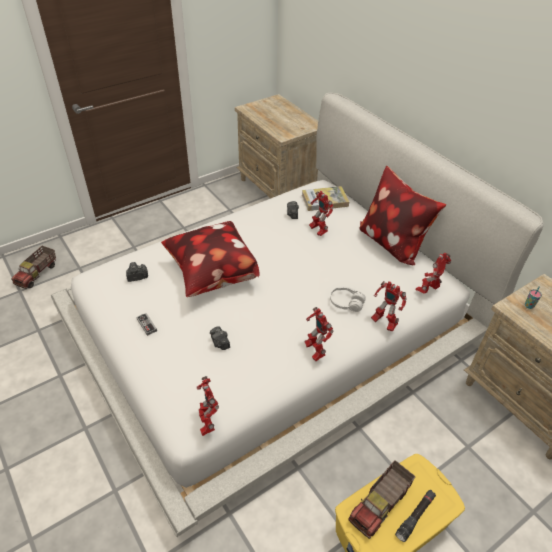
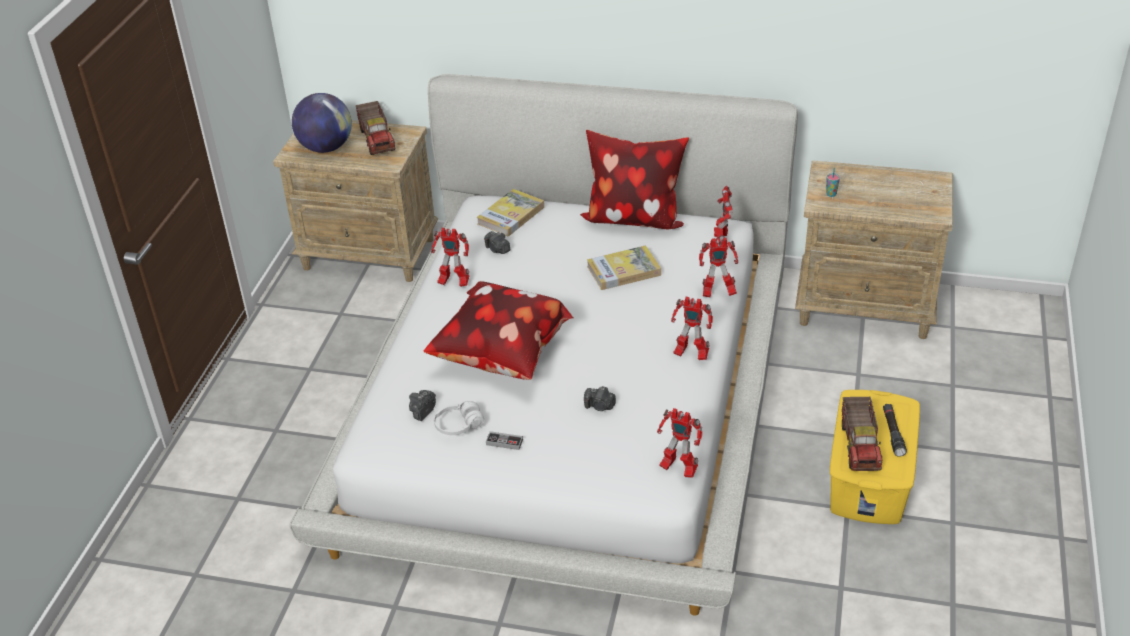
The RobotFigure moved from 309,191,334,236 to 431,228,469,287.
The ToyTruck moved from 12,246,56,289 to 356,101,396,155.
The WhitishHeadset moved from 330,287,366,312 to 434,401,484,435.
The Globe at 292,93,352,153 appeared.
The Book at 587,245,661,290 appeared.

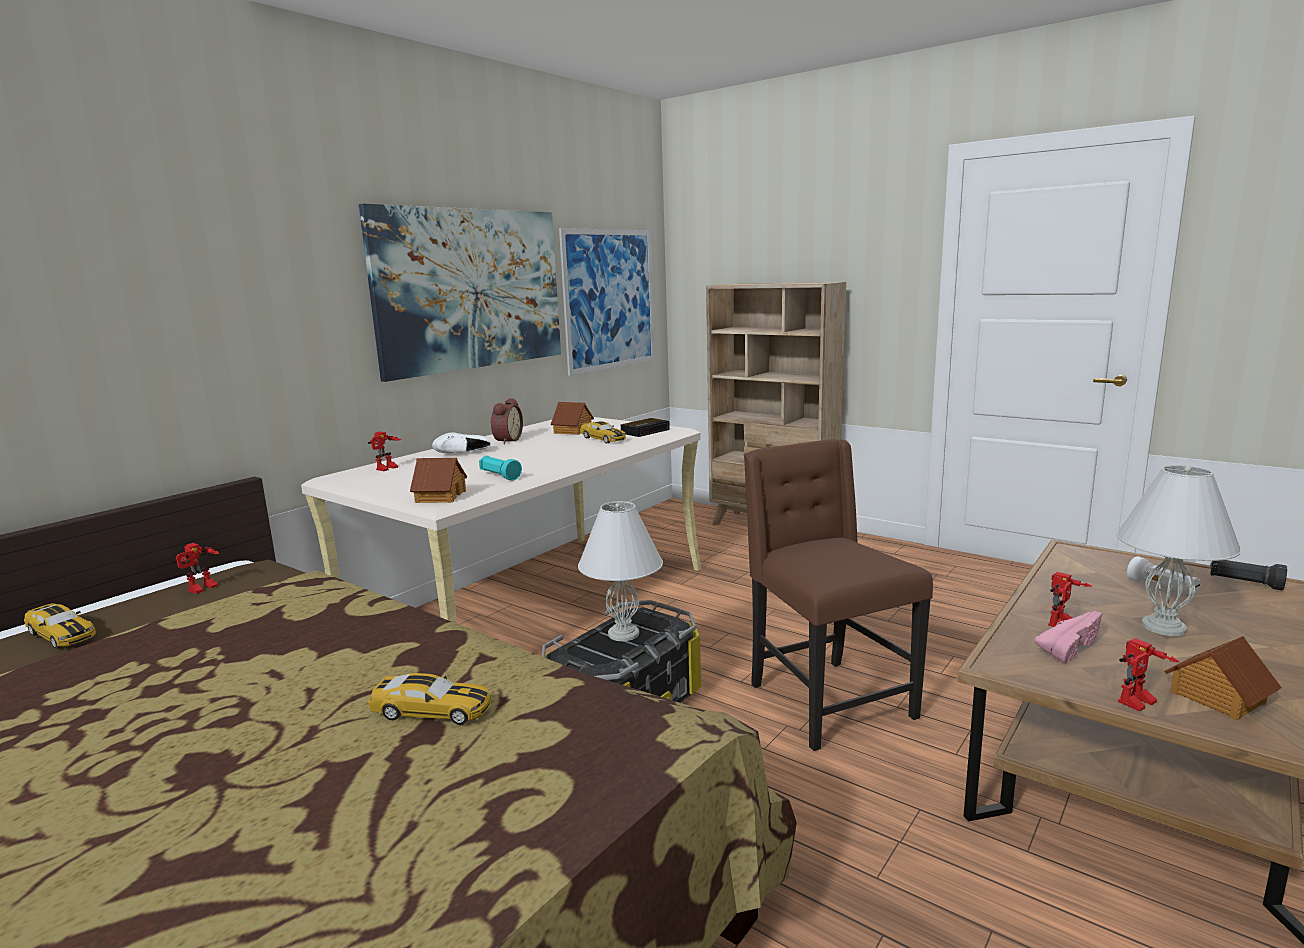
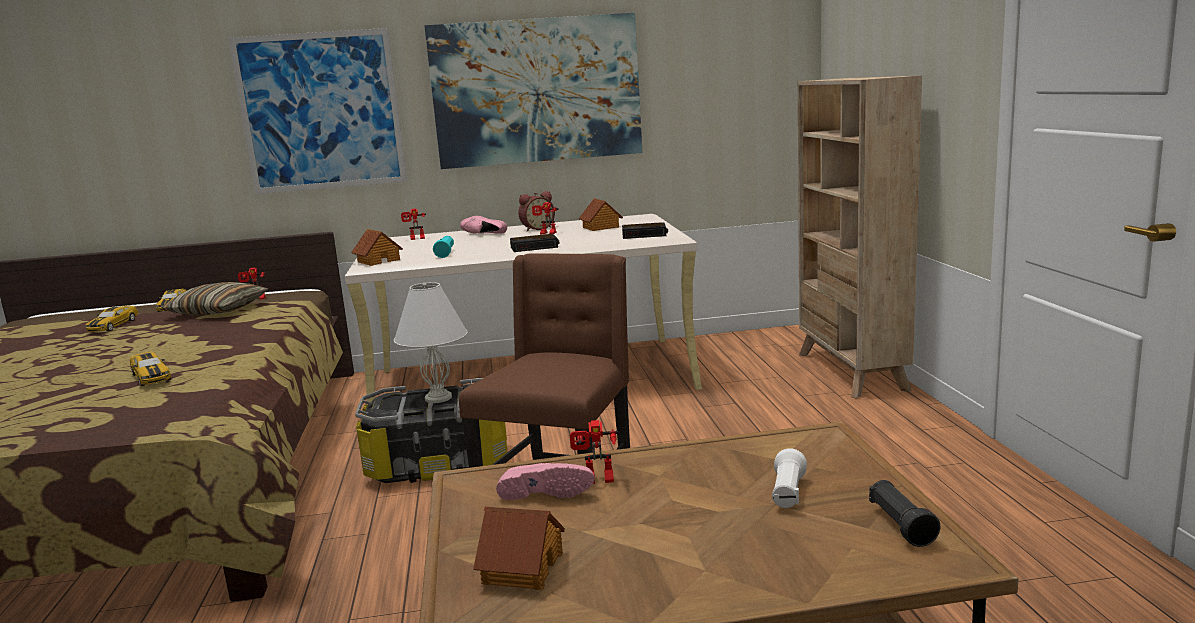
The Picture moved from 559,228,655,376 to 229,28,407,194.
The ModelCar moved from 580,421,626,444 to 86,305,139,332.
The WhitishShoe at 432,432,491,454 became the PinkColouredShoe at 460,216,507,234.
The WhitishTabletopLamp at 1117,465,1242,636 disappeared.
The RobotFigure moved from 1118,638,1180,712 to 532,202,558,234.
The AlarmClock at 510,234,559,252 appeared.
The Pillow at 161,282,269,315 appeared.

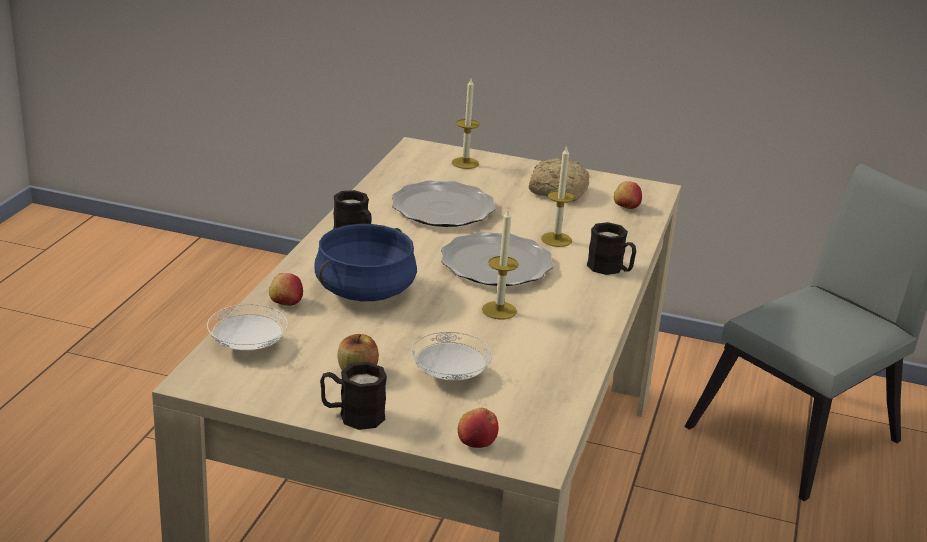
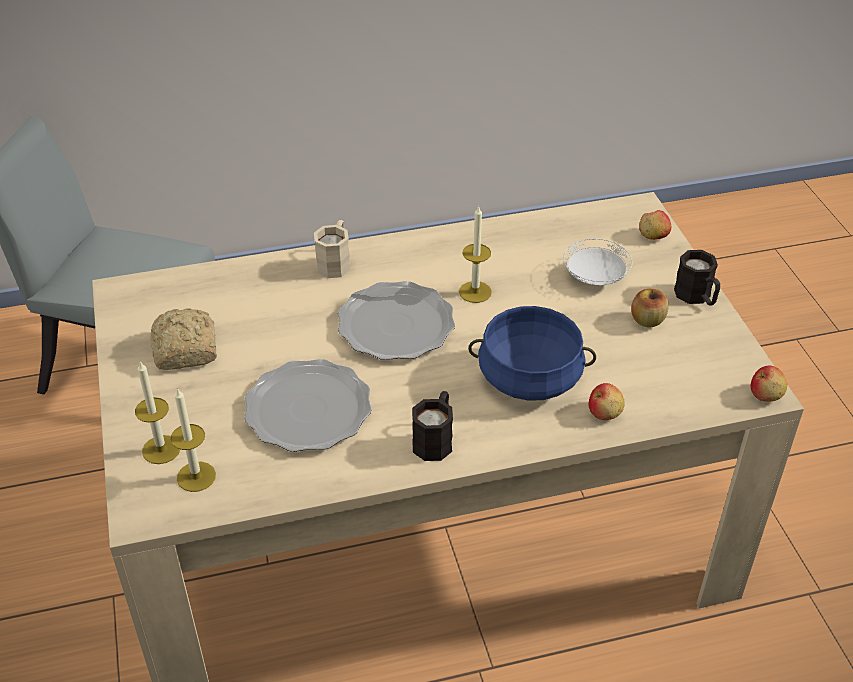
The WaxLight moved from 541,146,575,247 to 171,388,216,492.
The AppleFruit moved from 614,181,642,209 to 750,366,787,402.
The BlackMug at 587,222,636,275 became the BeigeColouredMug at 314,220,350,278.
The WhitishFlatDish at 207,304,288,351 disappeared.

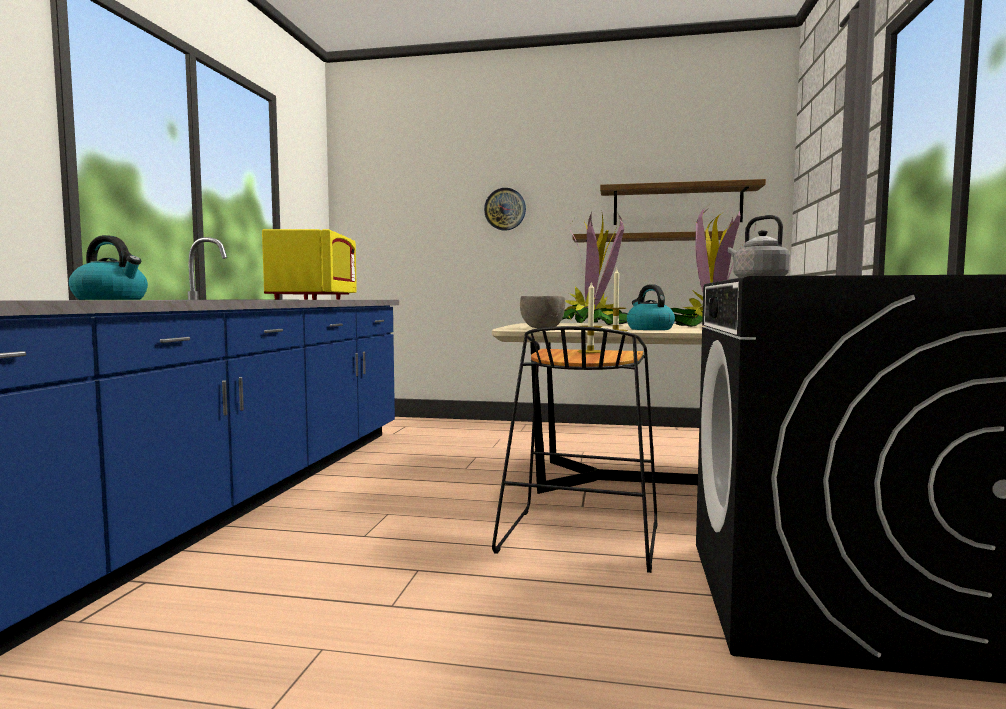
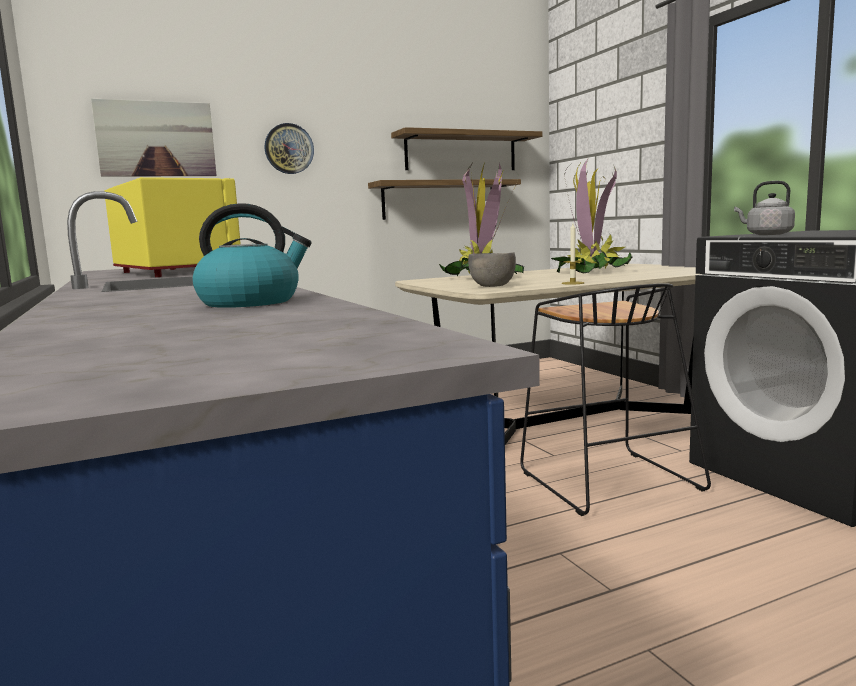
The WaxLight at 577,281,602,353 disappeared.
The WaterKettle at 627,284,675,330 disappeared.
The Picture at 91,98,217,177 appeared.

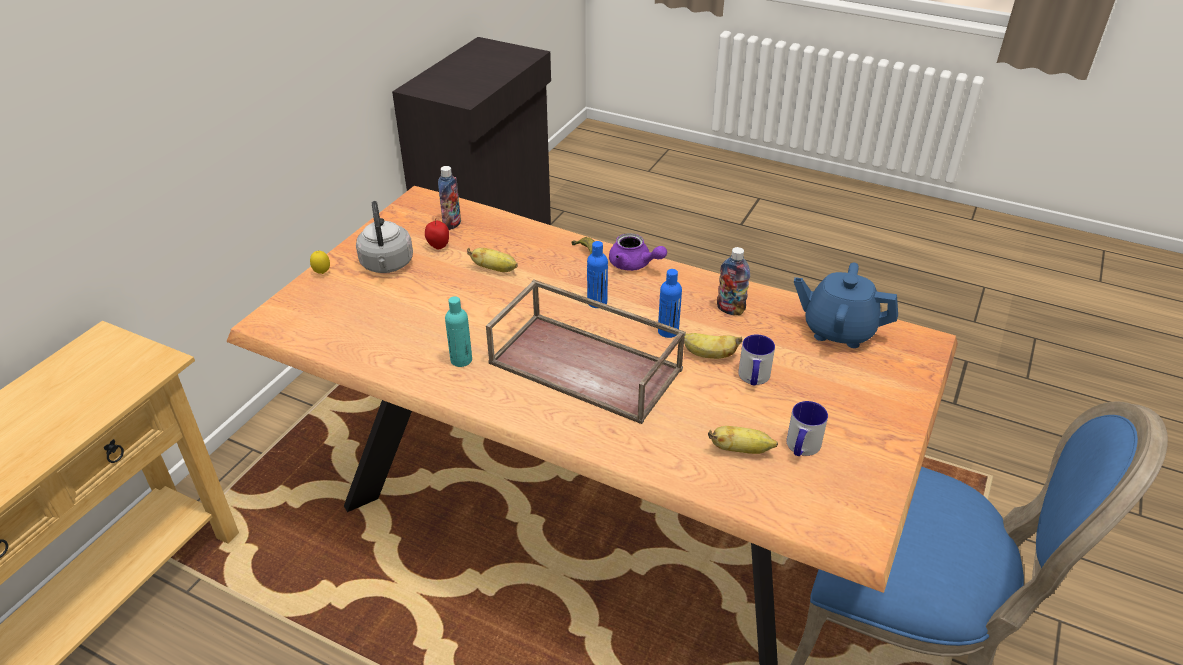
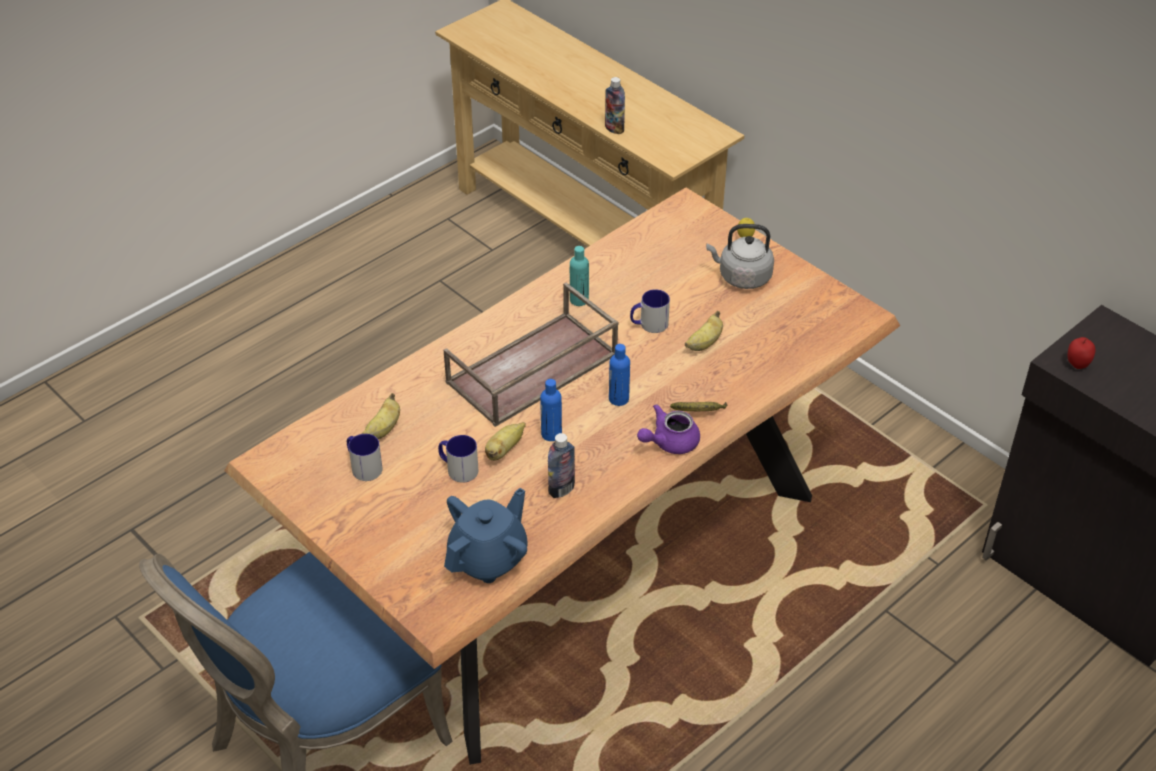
The BeverageBottle moved from 438,166,461,230 to 605,77,625,134.
The AppleFruit moved from 425,218,449,250 to 1068,337,1095,369.
The Mug at 630,289,670,333 appeared.

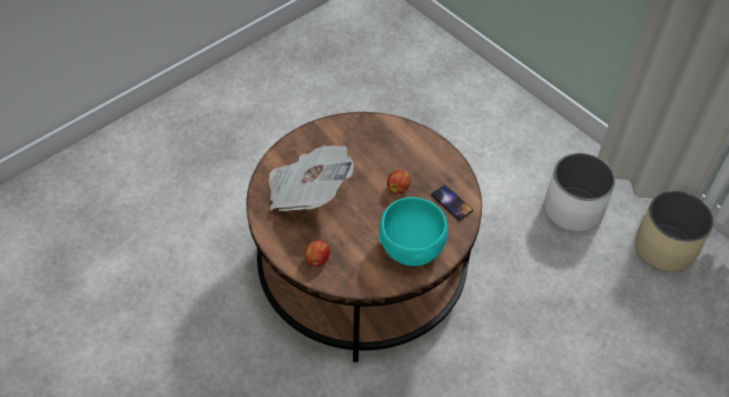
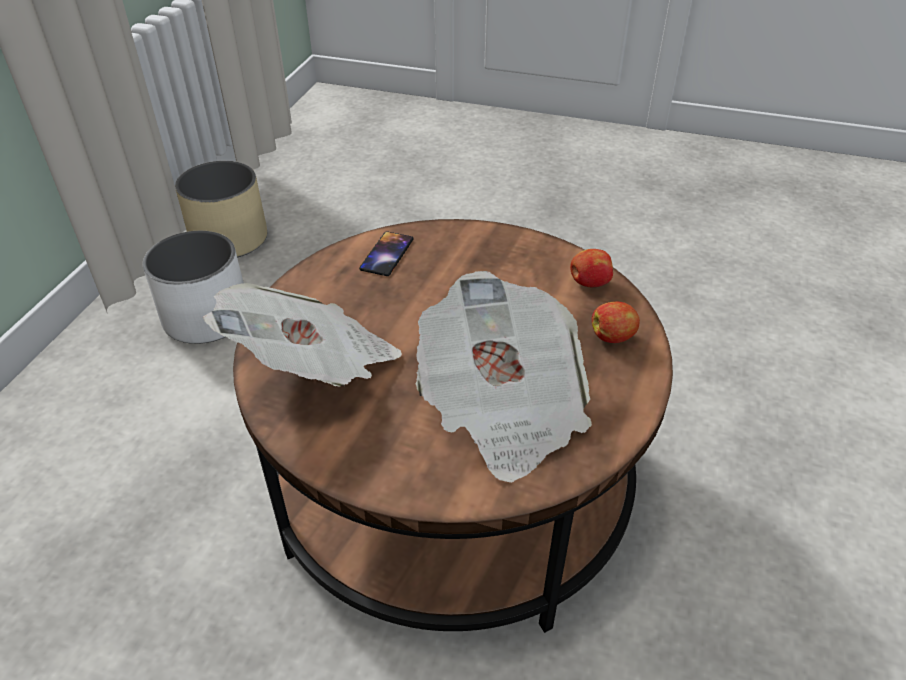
The AppleFruit moved from 387,170,410,194 to 570,249,613,287.
The TurquoiseBowl at 378,197,448,266 disappeared.
The PrintedPaper at 203,283,402,386 appeared.

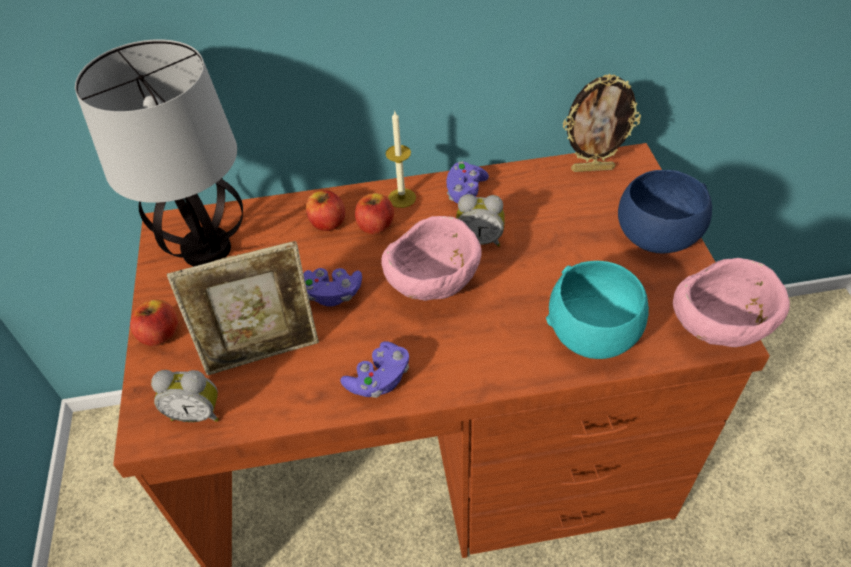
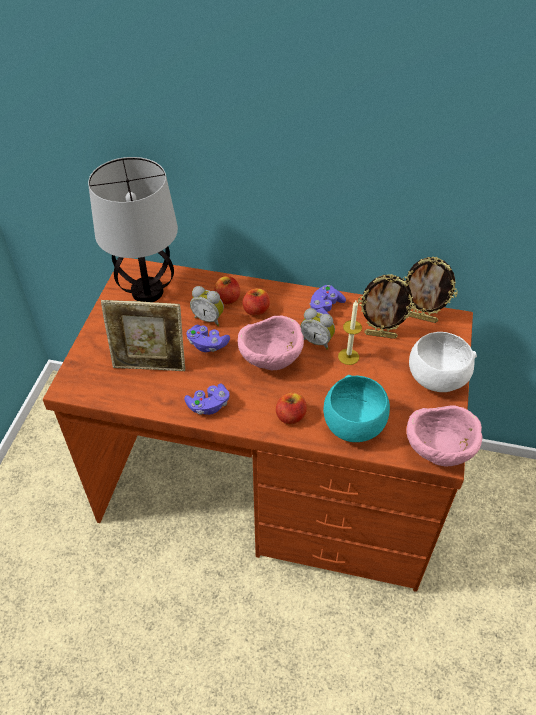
The WaxLight moved from 386,111,416,208 to 338,300,362,365.
The BlueColouredBowl at 618,170,712,254 became the WhitishBowl at 409,332,477,392.
The AppleFruit moved from 130,299,178,346 to 276,393,307,424.
The AlarmClock moved from 151,370,219,422 to 190,286,224,326.
The StandingFrame at 358,274,416,339 appeared.

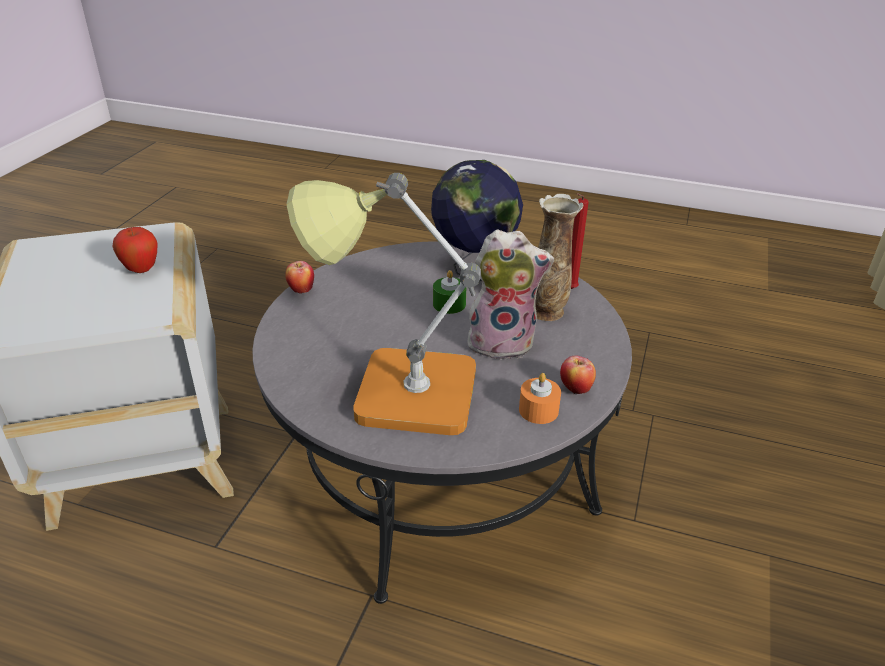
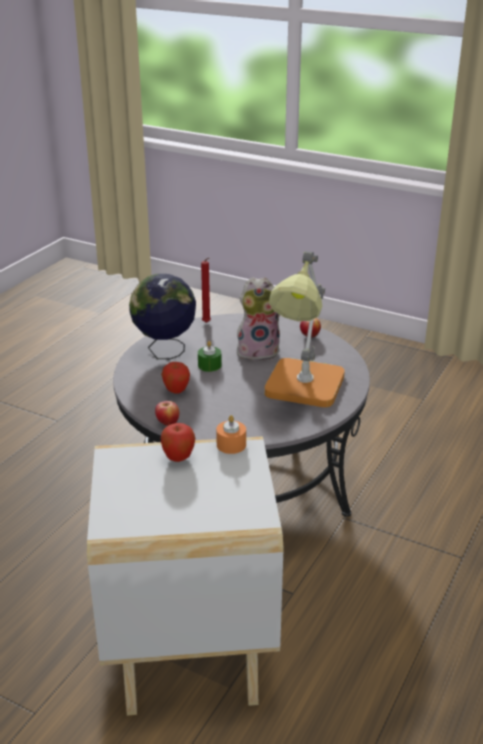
The FlowerVase at 535,194,583,321 disappeared.
The CuddlyToy at 467,229,554,360 turned 75 degrees clockwise.
The OrangeWaxLight moved from 519,373,561,424 to 216,415,246,454.
The AppleFruit at 161,362,190,394 appeared.

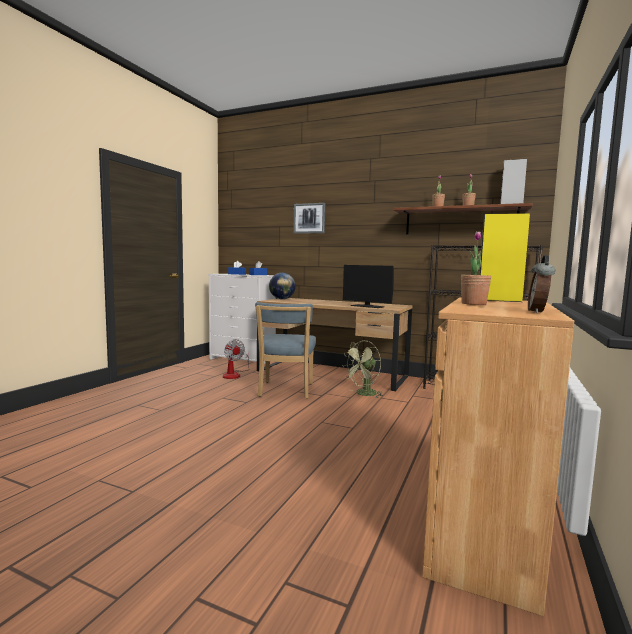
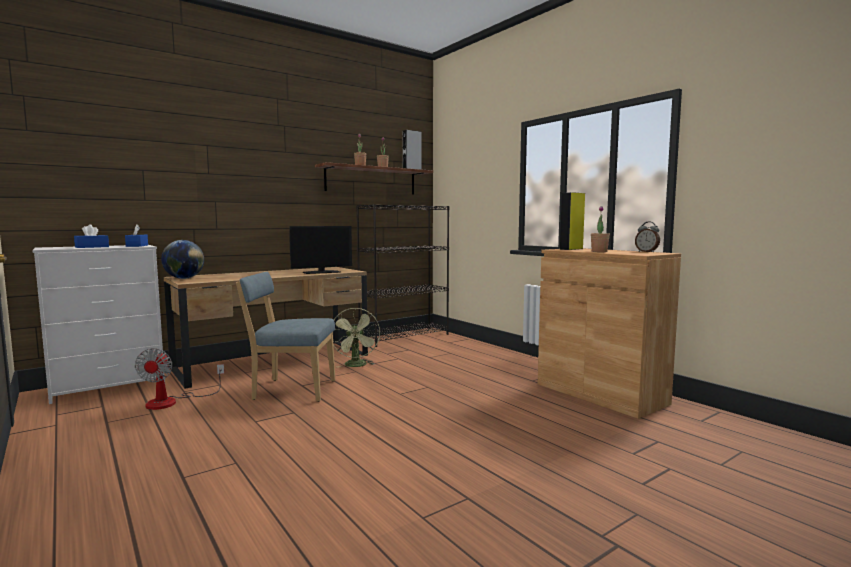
The Picture at 293,203,325,234 disappeared.
The BlueColouredUprightChair at 255,302,316,399 turned 150 degrees clockwise.
The Fan at 223,339,249,379 turned 90 degrees clockwise.

